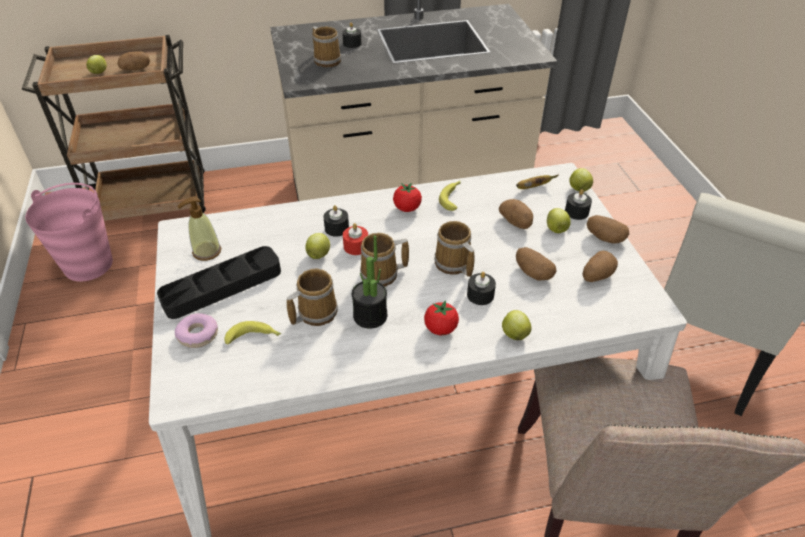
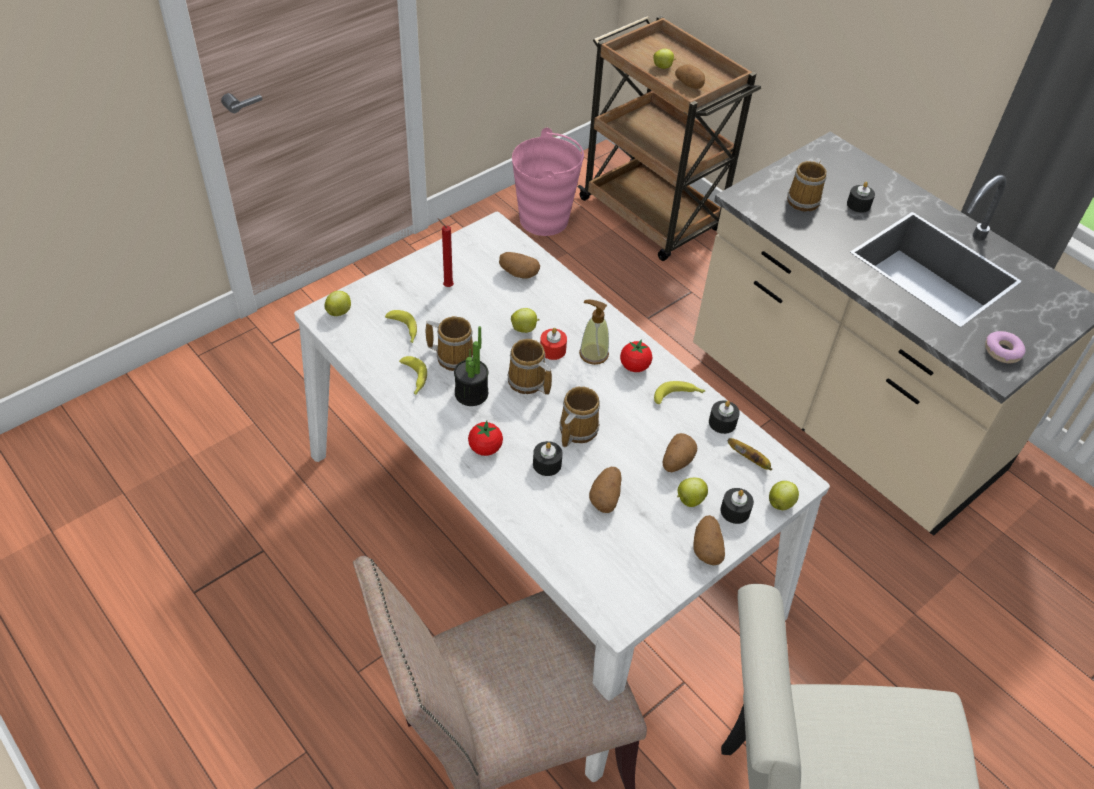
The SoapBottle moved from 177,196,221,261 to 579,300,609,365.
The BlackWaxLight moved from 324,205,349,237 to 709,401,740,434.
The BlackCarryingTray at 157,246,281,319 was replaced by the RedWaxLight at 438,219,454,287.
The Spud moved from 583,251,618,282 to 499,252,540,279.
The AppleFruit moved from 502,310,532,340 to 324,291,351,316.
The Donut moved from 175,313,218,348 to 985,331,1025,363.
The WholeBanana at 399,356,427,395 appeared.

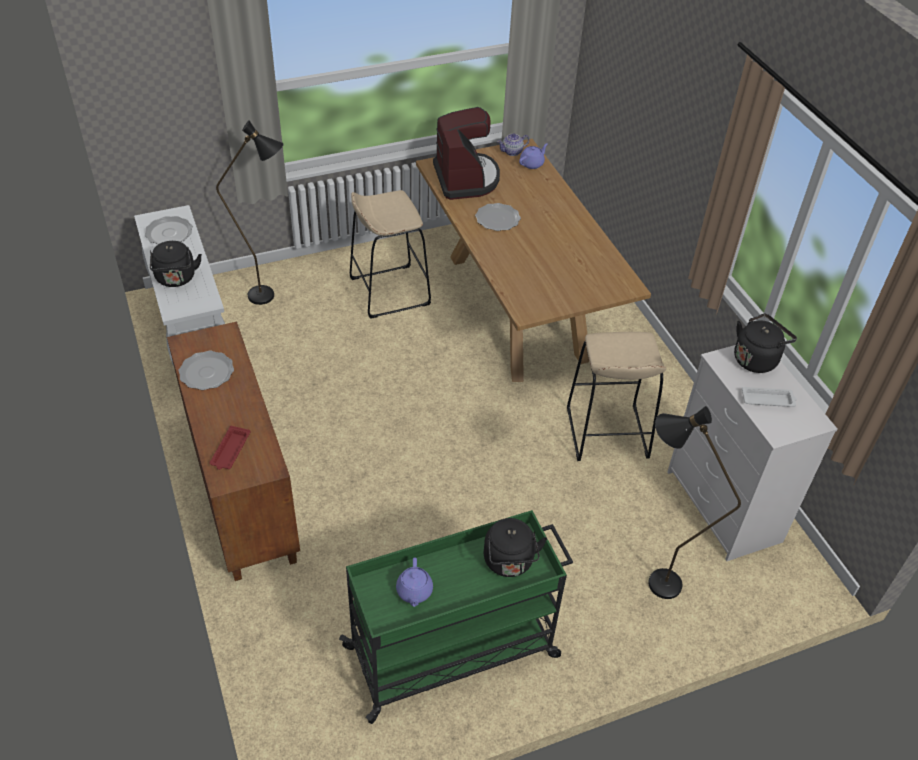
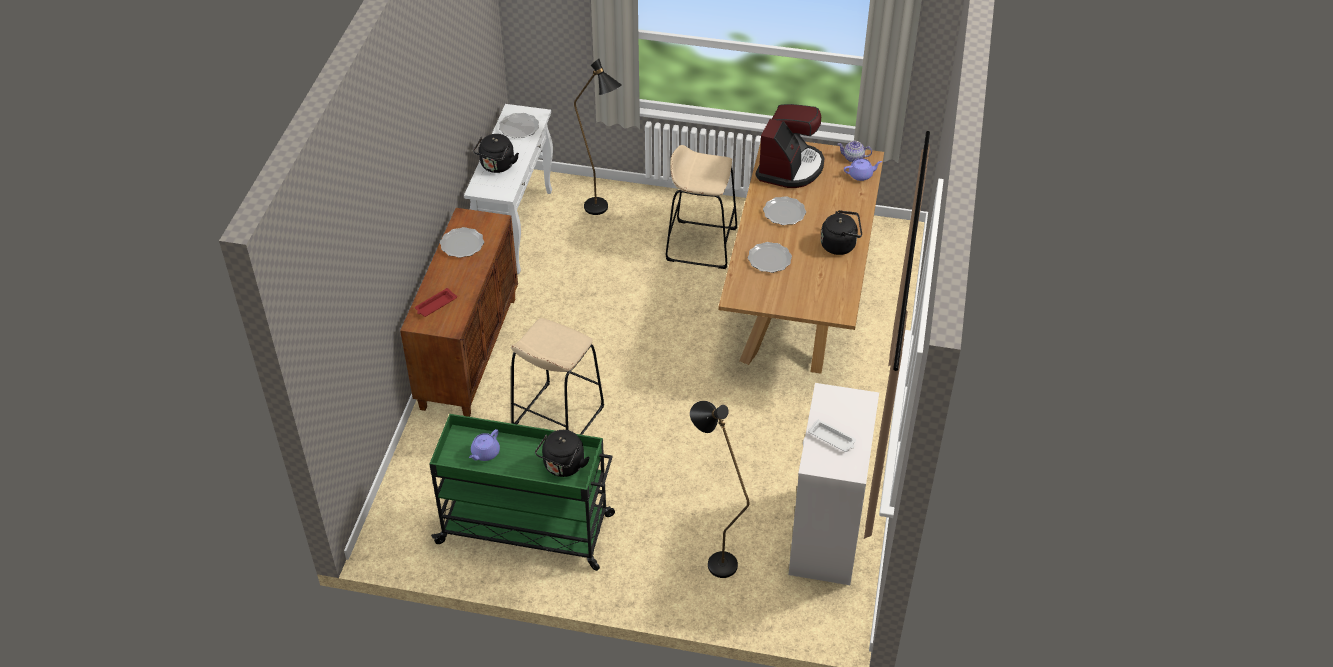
The BlackWaterKettle moved from 734,313,797,373 to 821,210,862,255.
The BeigeColouredSittingStool moved from 567,332,666,461 to 511,318,604,435.
The FlatDish at 748,242,792,273 appeared.

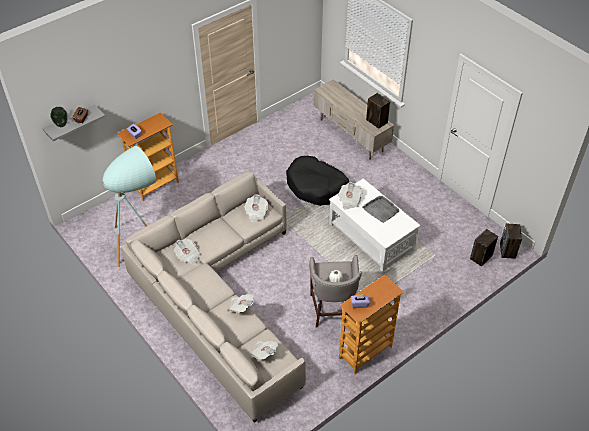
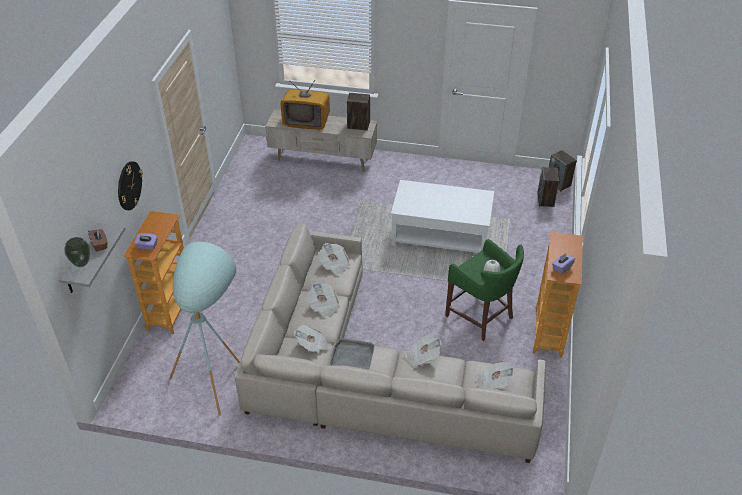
The BlackDogBed at 286,156,349,206 disappeared.
The PrintedPaper moved from 338,182,362,210 to 307,282,340,319.
The GrayCarryingTray moved from 362,195,399,223 to 330,338,375,370.
The GraySittingStool at 309,255,362,327 became the GreenishSittingStool at 445,239,524,341.
The Television at 280,80,330,130 appeared.
The WallClock at 118,161,143,210 appeared.

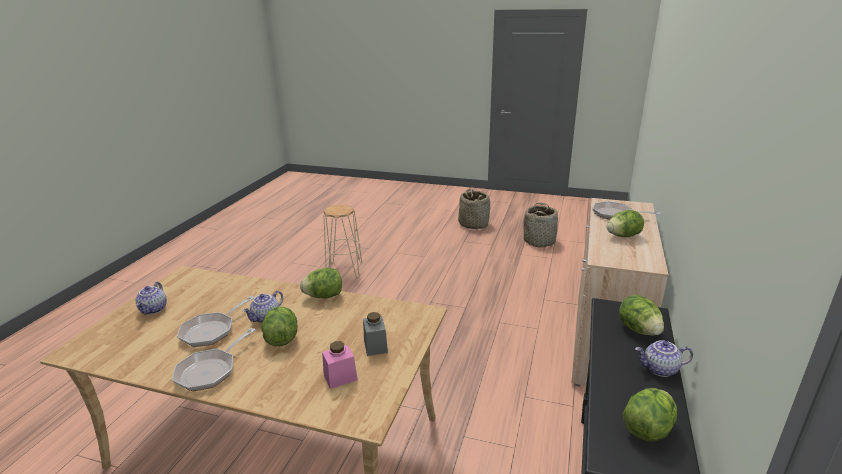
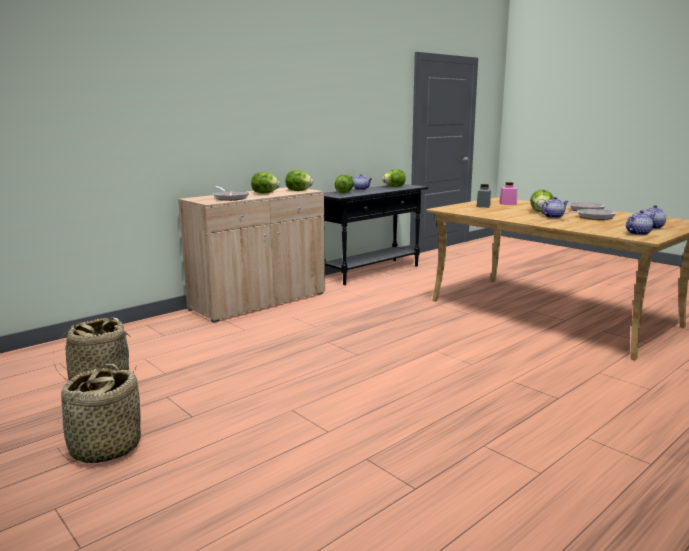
The BeigeColouredSittingStool at 323,205,362,277 disappeared.
The LettuceHead moved from 300,268,342,299 to 285,170,313,191.
The PotForTea at 626,210,654,235 appeared.

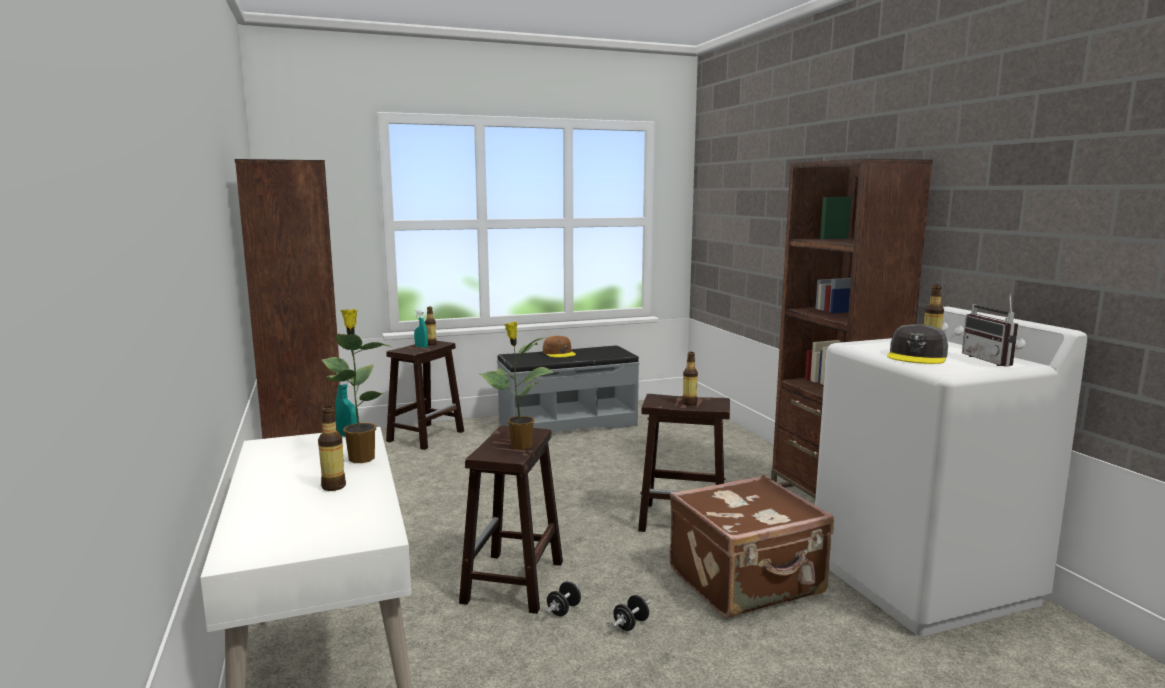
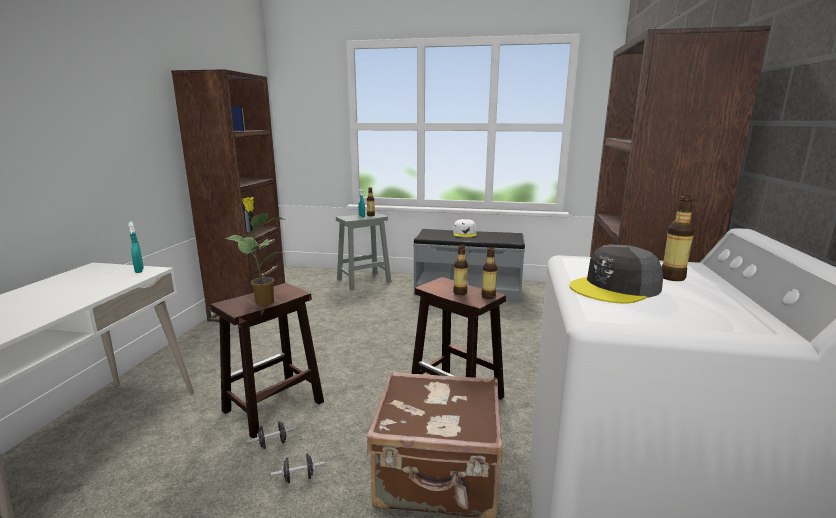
The Radio at 962,293,1018,367 disappeared.
The PlantInAPot at 321,309,391,463 disappeared.
The BrownColouredPeakedCap at 543,336,576,358 became the WhitishPeakedCap at 453,219,477,237.
The BrownColouredSittingStool at 386,341,464,450 became the GraySittingStool at 336,212,391,290.
The BeverageBottle moved from 318,406,346,491 to 481,247,497,299.

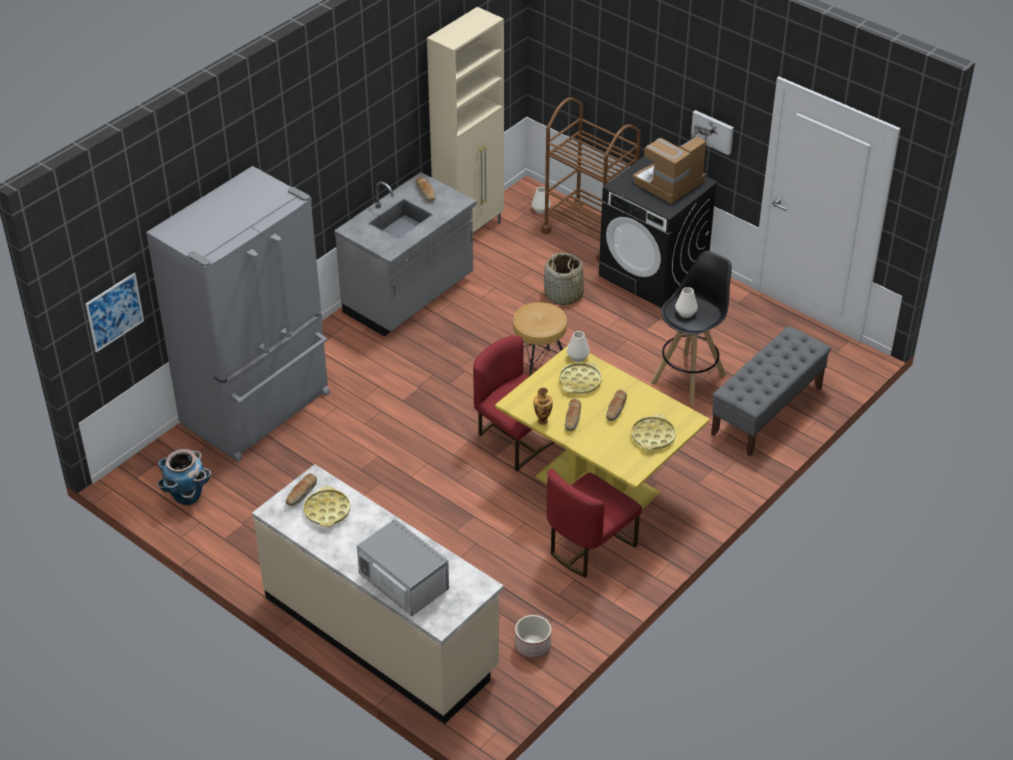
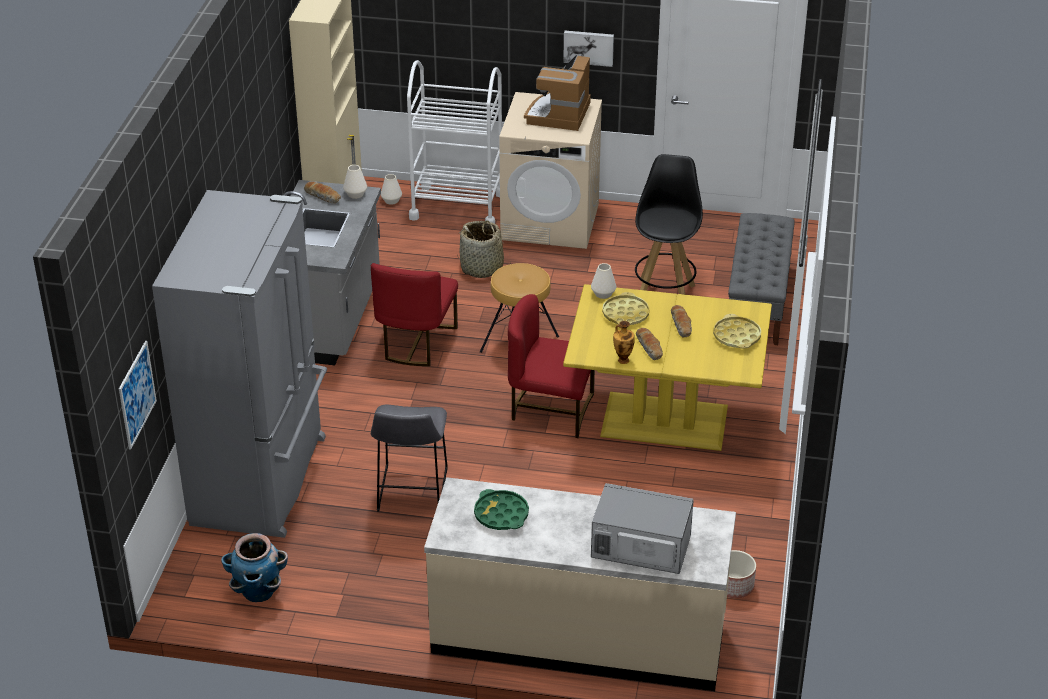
The BrownColouredCart at 541,98,641,262 became the WhitishCart at 407,60,502,223.
The BlackLaundryMachine at 599,156,718,308 became the BeigeColouredLaundryMachine at 499,92,602,249.
The WhitishFlowerVase moved from 675,287,698,318 to 343,165,367,199.
The RedUprightChair moved from 546,468,642,578 to 371,263,458,366.
The Bread at 286,473,317,506 disappeared.
The YellowCarryingTray at 304,486,350,527 became the GreenishCarryingTray at 474,489,529,530.
The GraySittingStool at 371,405,448,512 appeared.

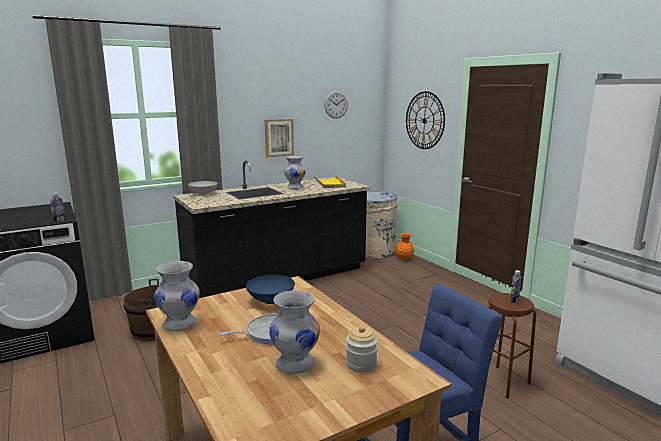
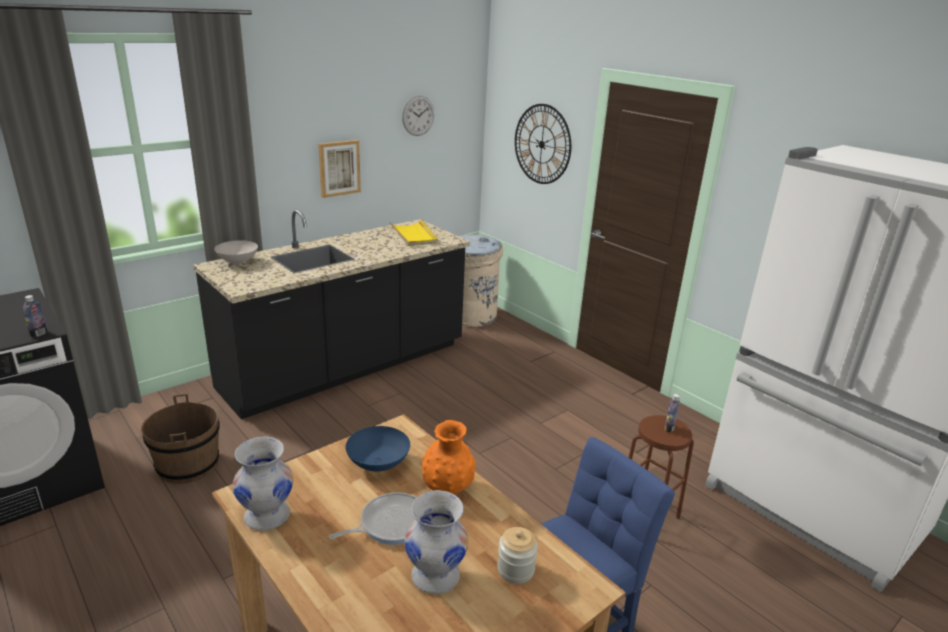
The WhitishFlowerVase at 284,156,306,189 disappeared.
The OrangeFlowerVase moved from 395,233,414,260 to 422,420,476,494.

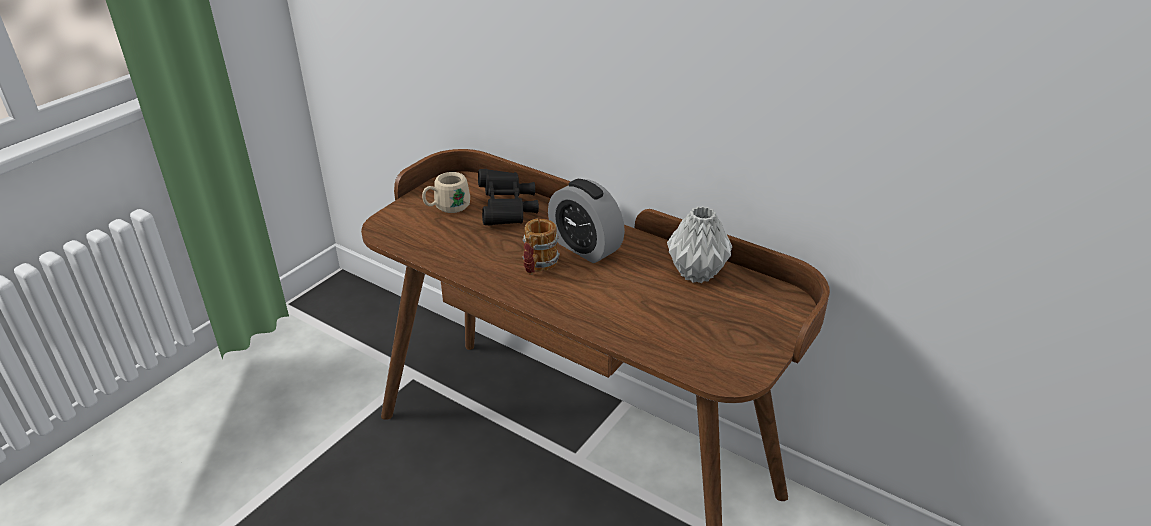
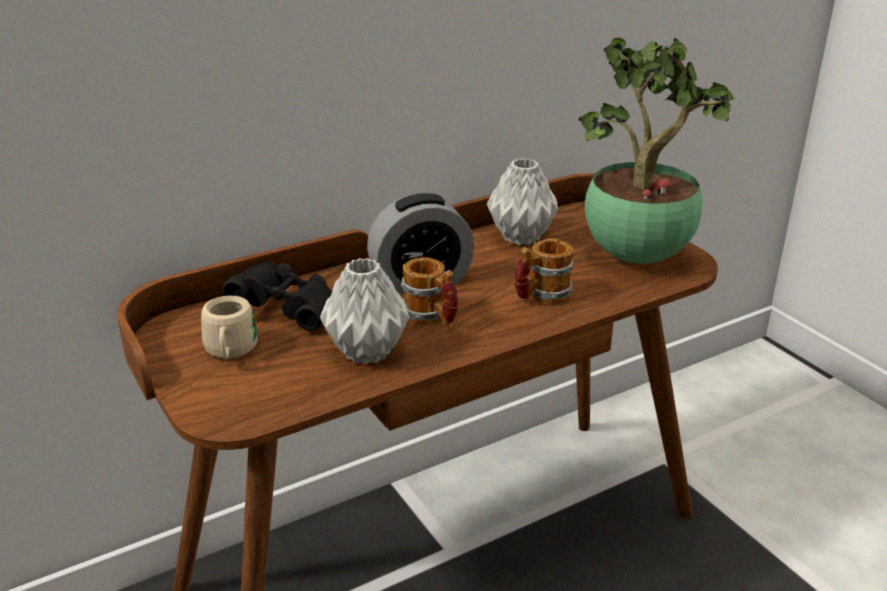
The PlantInAPot at 579,38,735,264 appeared.
The Mug at 514,238,574,304 appeared.
The GrayFlowerVase at 320,258,410,365 appeared.

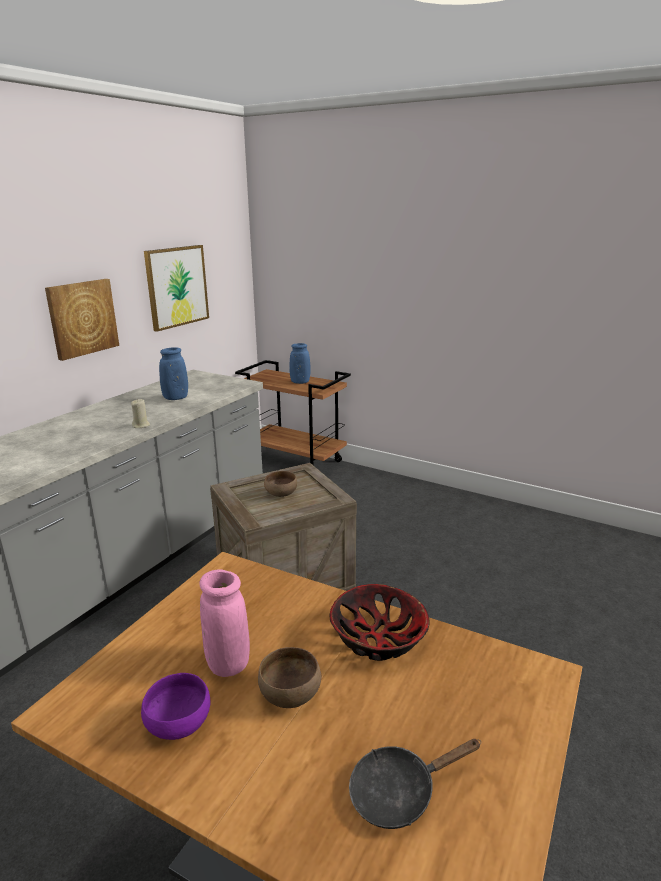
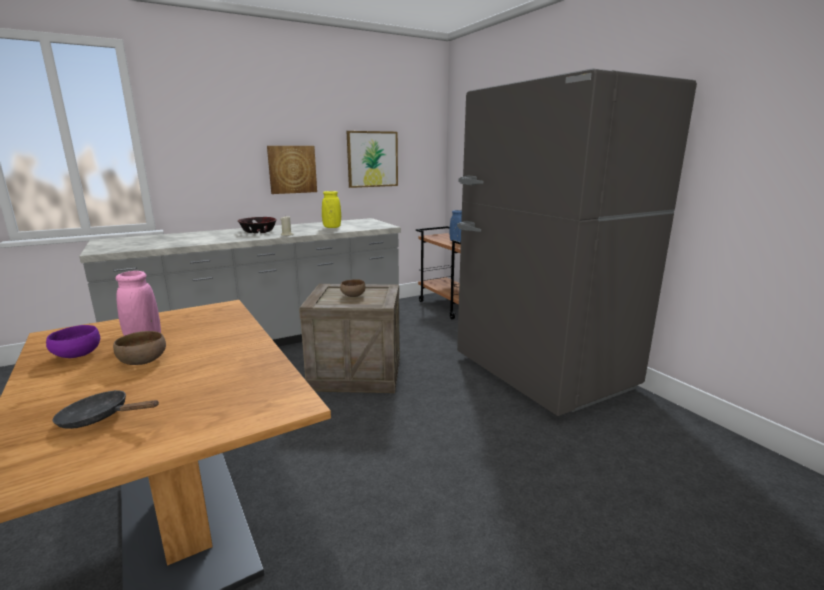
The BlueColouredFlowerVase at 159,347,188,400 became the YellowFlowerVase at 322,191,341,228.
The Bowl moved from 329,584,430,661 to 238,217,277,233.
The GrayRefrigerator at 457,68,697,416 appeared.

